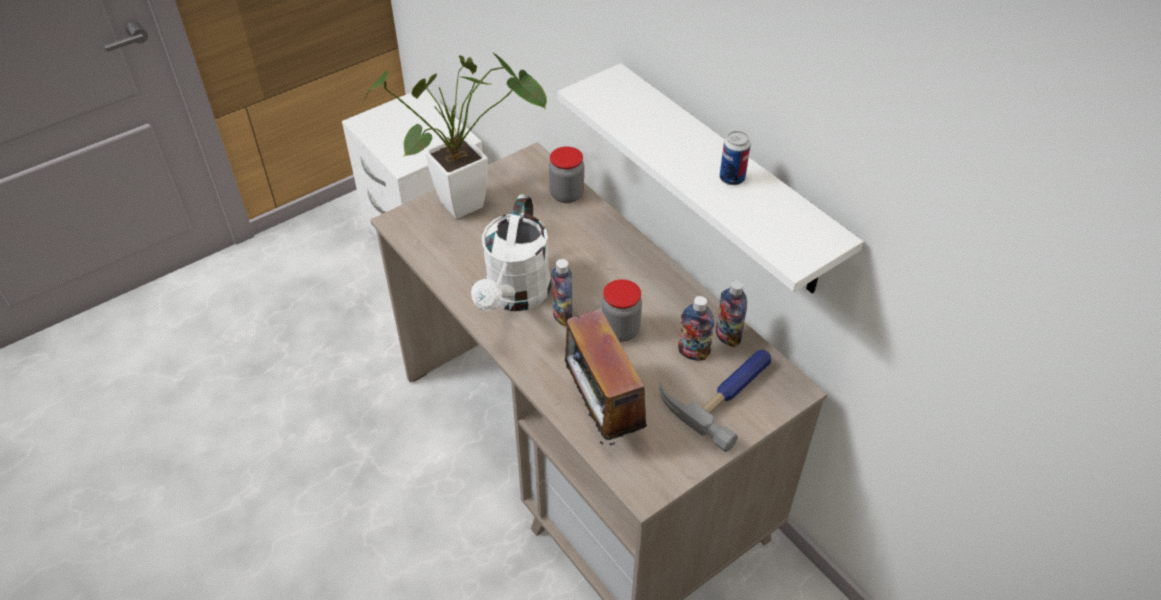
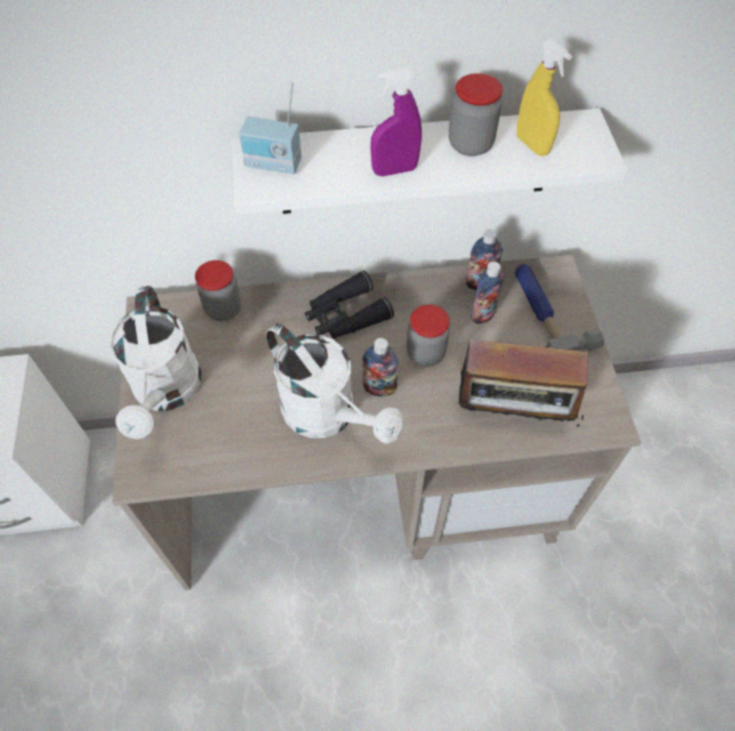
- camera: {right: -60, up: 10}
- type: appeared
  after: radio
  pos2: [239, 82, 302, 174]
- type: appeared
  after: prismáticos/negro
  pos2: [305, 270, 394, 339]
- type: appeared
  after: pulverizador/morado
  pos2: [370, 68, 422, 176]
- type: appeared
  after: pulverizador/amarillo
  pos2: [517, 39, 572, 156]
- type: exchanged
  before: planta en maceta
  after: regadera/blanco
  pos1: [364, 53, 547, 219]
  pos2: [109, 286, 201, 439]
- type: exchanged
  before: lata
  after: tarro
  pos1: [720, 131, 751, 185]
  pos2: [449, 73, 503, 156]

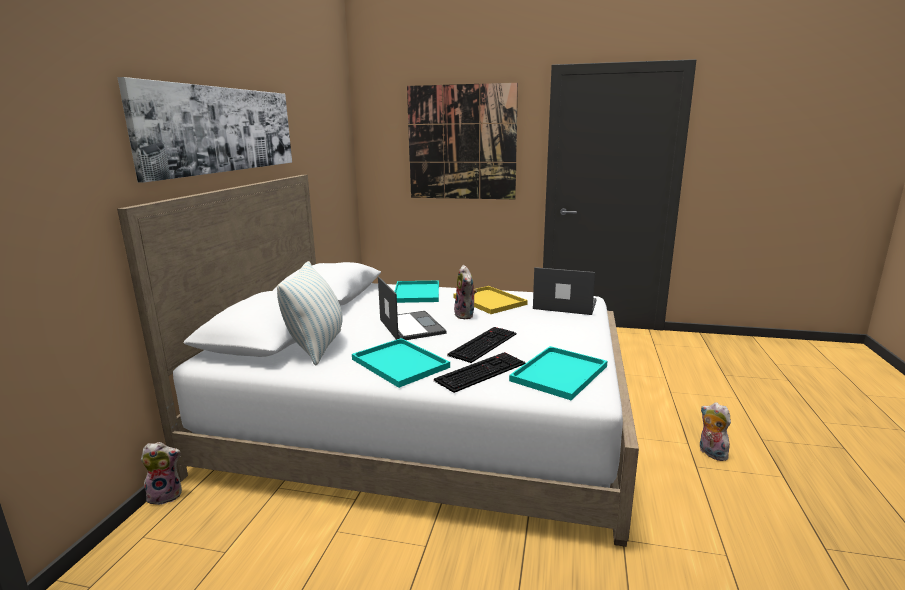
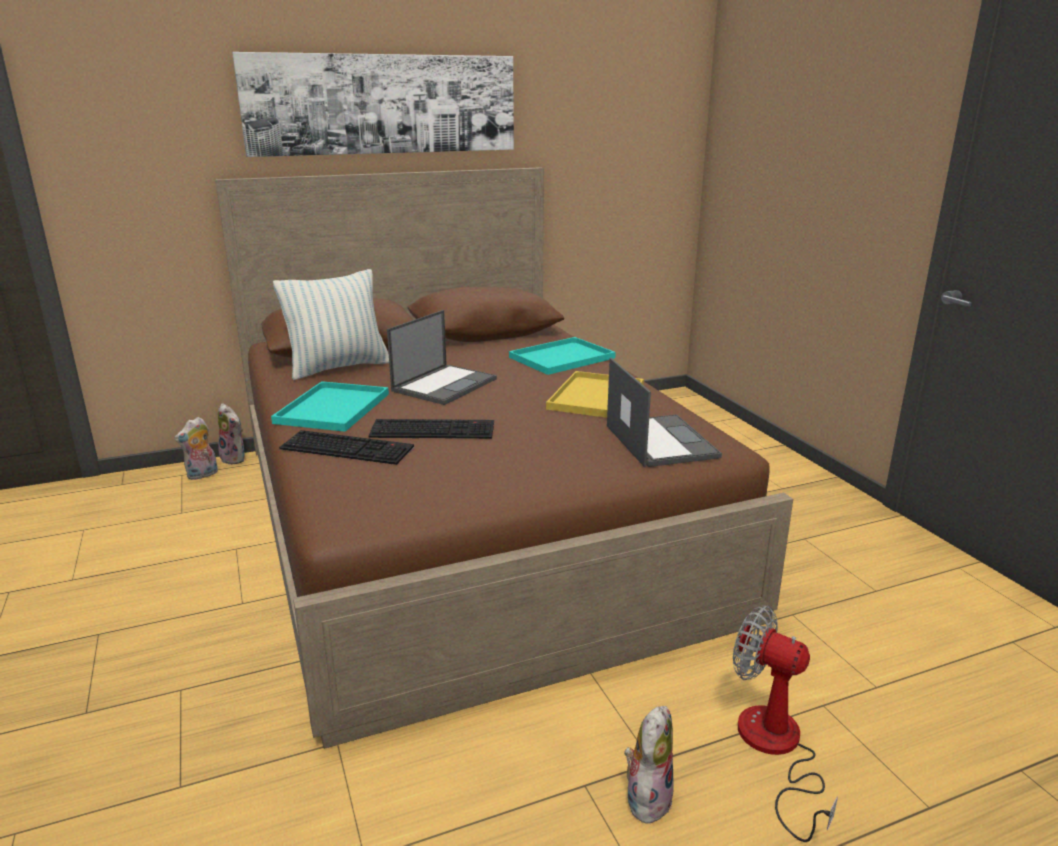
- camera: {right: 55, up: 5}
- type: missing
  before: cuadro
  pos1: [407, 83, 518, 199]
- type: missing
  before: bandeja/turquesa
  pos1: [509, 346, 607, 400]
- type: appeared
  after: ventilador
  pos2: [733, 605, 838, 842]
- type: relocated
  before: peluche
  pos1: [454, 265, 477, 319]
  pos2: [174, 417, 218, 480]
- type: colour
  before: cama/blanco
  after: cama/marrón
  pos1: [117, 175, 639, 547]
  pos2: [215, 167, 793, 749]

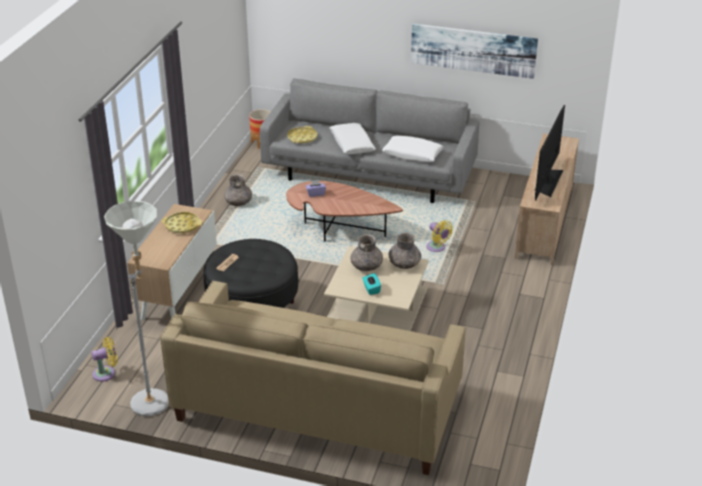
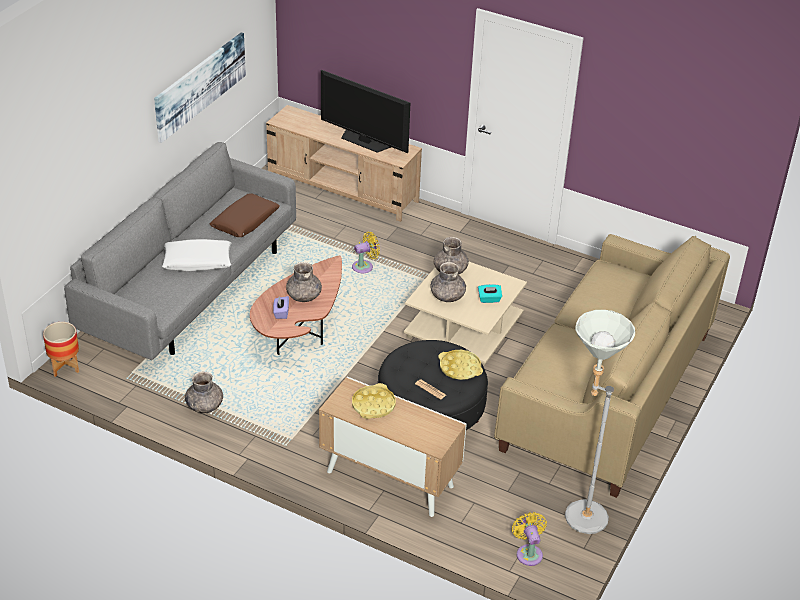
- camera: {right: -80, up: 5}
- type: appeared
  after: florero/gris
  pos2: [286, 262, 322, 302]
- type: relocated
  before: bandeja/amarillo
  pos1: [287, 126, 317, 143]
  pos2: [438, 350, 483, 380]
- type: colour
  before: cojín/blanco
  after: cojín/marrón
  pos1: [382, 136, 444, 162]
  pos2: [210, 193, 280, 237]

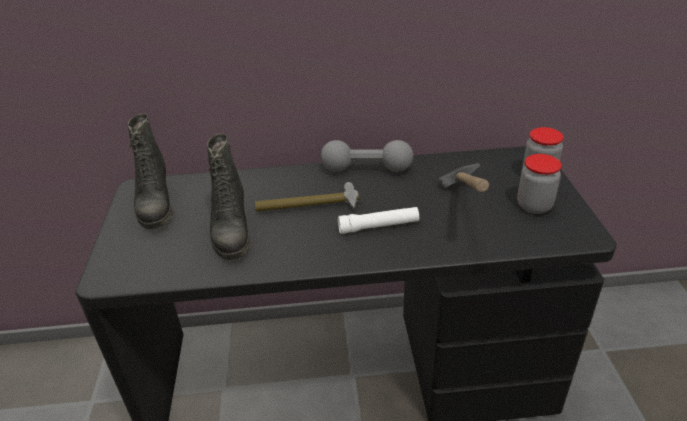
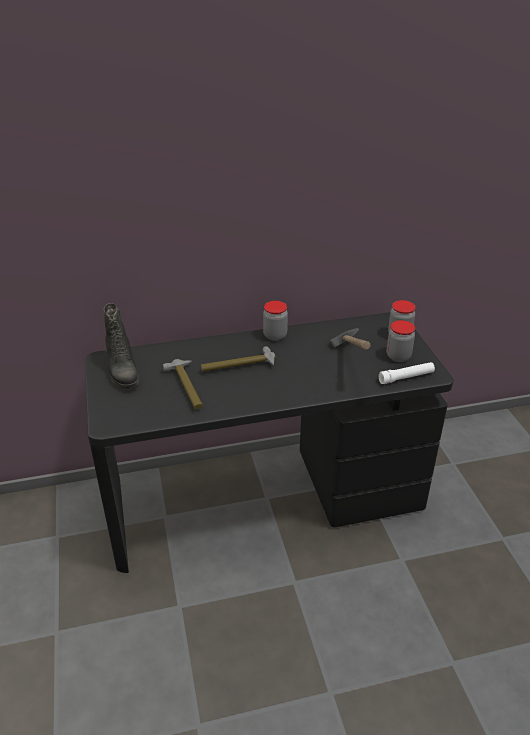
- camera: {right: -10, up: 0}
- type: relocated
  before: linterna/blanco
  pos1: [338, 207, 419, 234]
  pos2: [378, 362, 435, 384]
- type: exchanged
  before: bota/negro
  after: martillo
  pos1: [207, 133, 250, 260]
  pos2: [163, 359, 203, 409]
- type: exchanged
  before: mancuerna/gris
  after: tarro
  pos1: [321, 140, 413, 172]
  pos2: [263, 301, 288, 341]

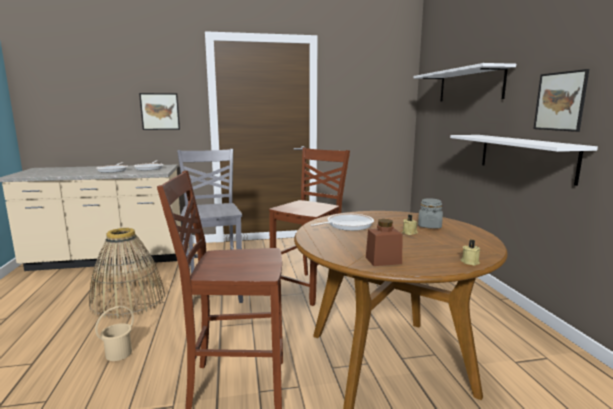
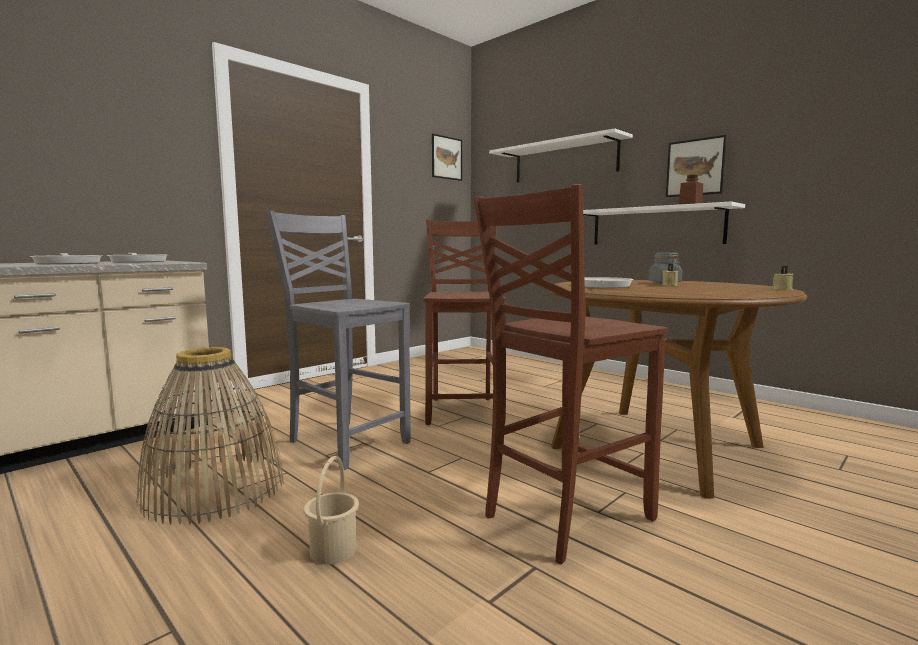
- camera: {right: -35, up: -5}
- type: relocated
  before: cuadro
  pos1: [139, 93, 180, 130]
  pos2: [432, 134, 462, 181]
- type: relocated
  before: tarro/marrón
  pos1: [366, 219, 402, 266]
  pos2: [679, 175, 703, 204]

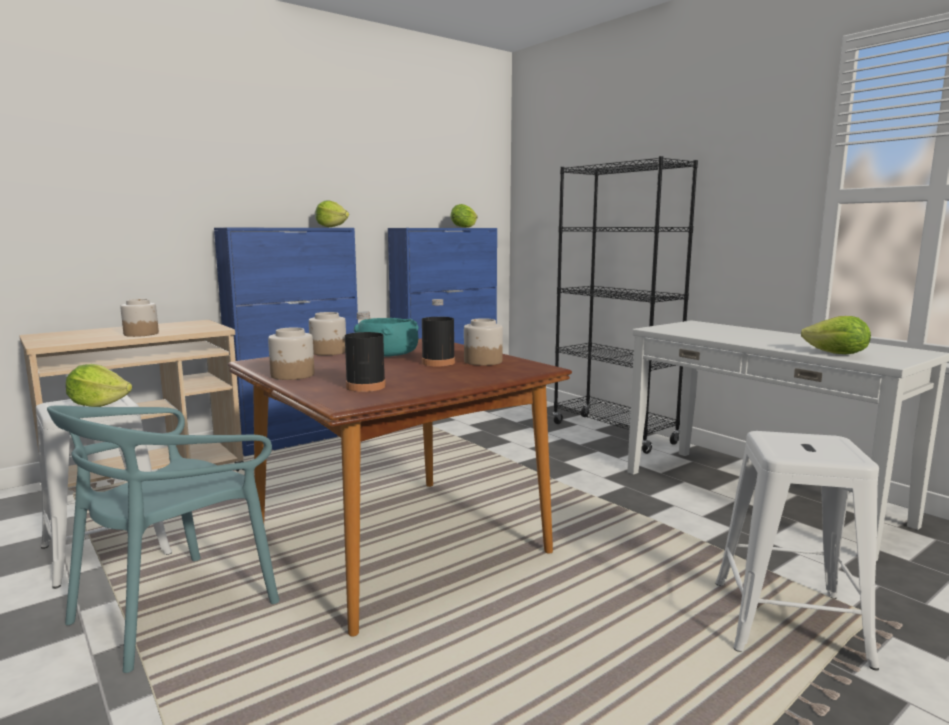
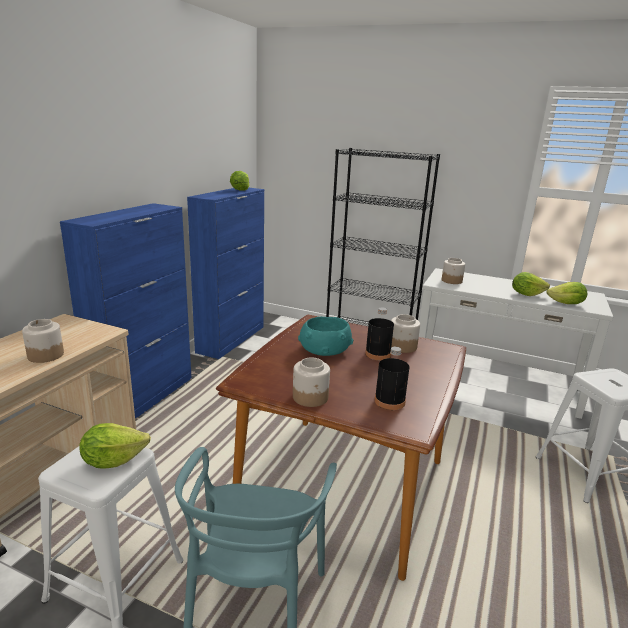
- camera: {right: -30, up: 10}
- type: relocated
  before: tarro
  pos1: [309, 312, 346, 355]
  pos2: [442, 258, 465, 284]
- type: relocated
  before: lechuga
  pos1: [315, 200, 349, 227]
  pos2: [512, 272, 550, 296]

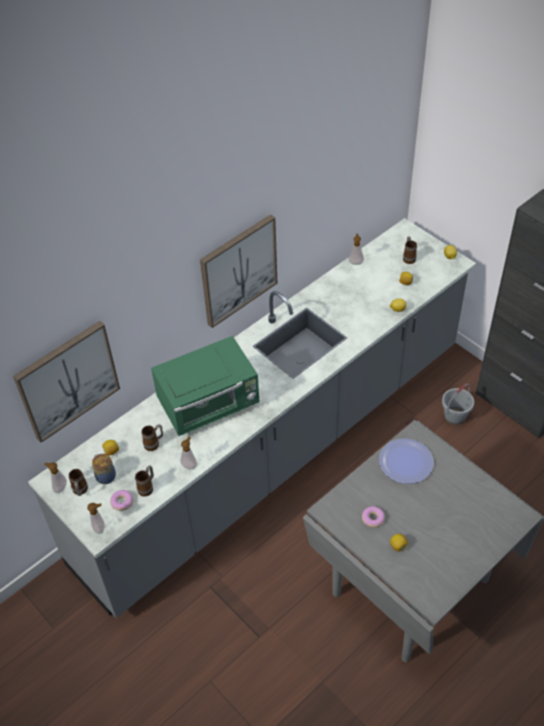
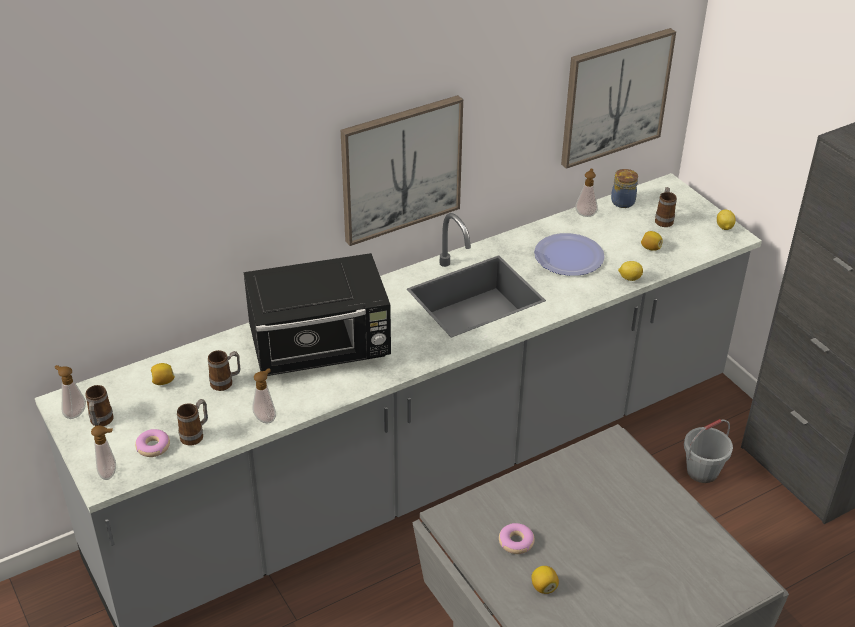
- camera: {right: 10, up: -10}
- type: relocated
  before: cuadro
  pos1: [13, 321, 120, 443]
  pos2: [561, 28, 676, 169]
- type: relocated
  before: tarro
  pos1: [92, 454, 116, 484]
  pos2: [611, 169, 638, 208]
- type: relocated
  before: plato
  pos1: [379, 439, 434, 484]
  pos2: [534, 233, 605, 276]
- type: colour
  before: microondas/verde
  after: microondas/negro
  pos1: [151, 336, 259, 436]
  pos2: [244, 253, 391, 376]

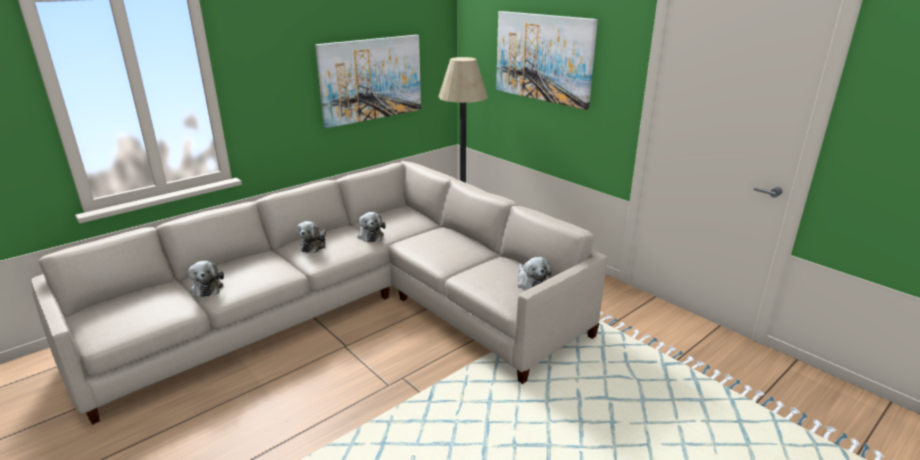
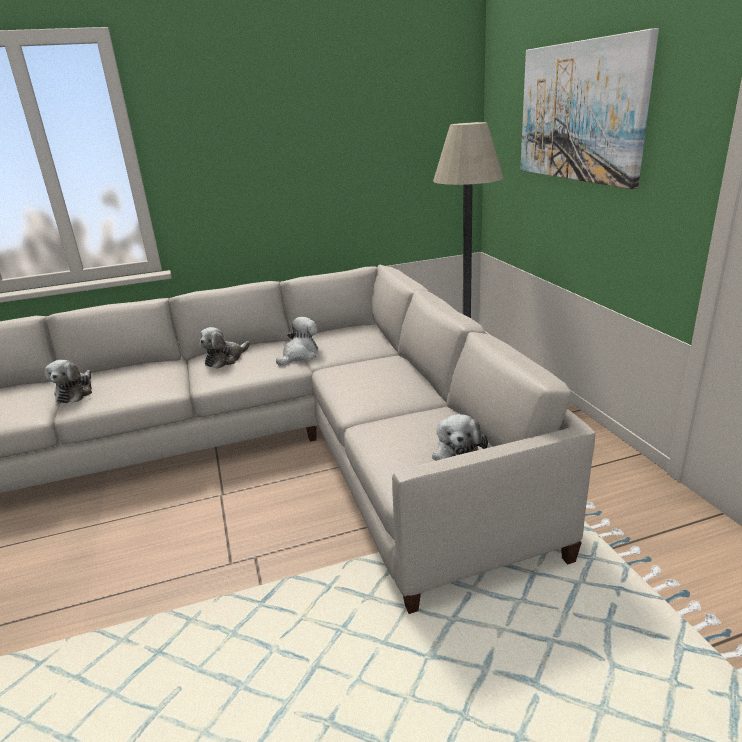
- camera: {right: 25, up: 0}
- type: missing
  before: cuadro
  pos1: [315, 35, 421, 128]
- type: spun
  before: peluche
  pos1: [357, 212, 386, 243]
  pos2: [276, 317, 318, 366]
  turn: -150

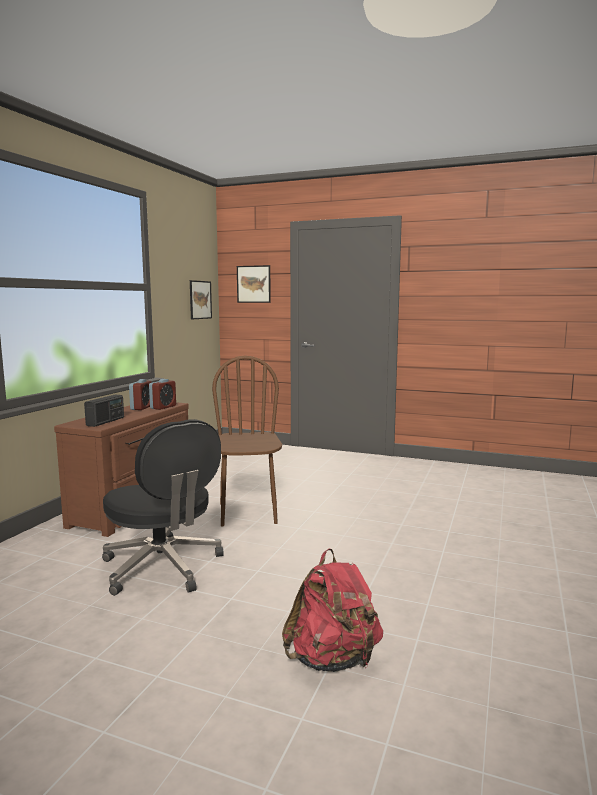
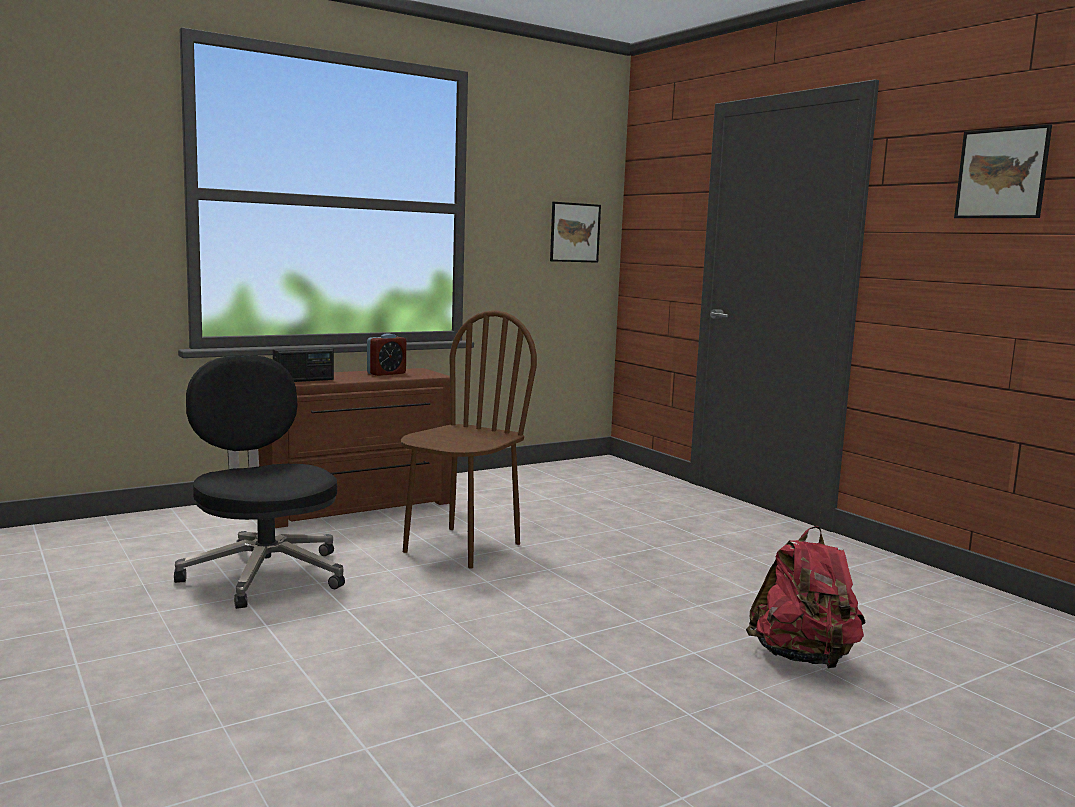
- camera: {right: 35, up: 0}
- type: missing
  before: despertador
  pos1: [149, 379, 176, 410]
- type: relocated
  before: cuadro
  pos1: [237, 265, 271, 303]
  pos2: [954, 124, 1052, 218]
- type: relocated
  before: mochila/rojo
  pos1: [282, 548, 383, 672]
  pos2: [746, 526, 866, 668]
- type: spun
  before: silla de oficina/negro
  pos1: [102, 419, 224, 596]
  pos2: [174, 355, 345, 609]
  turn: 150

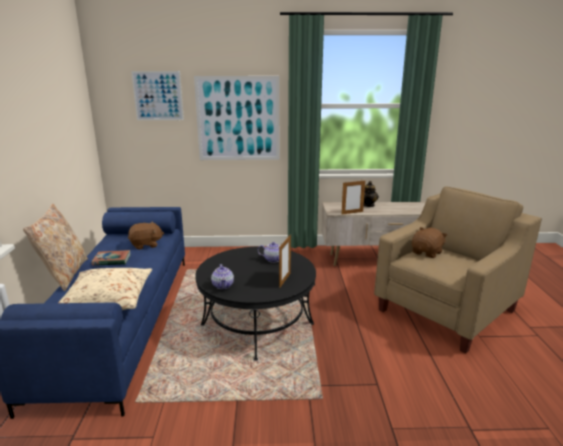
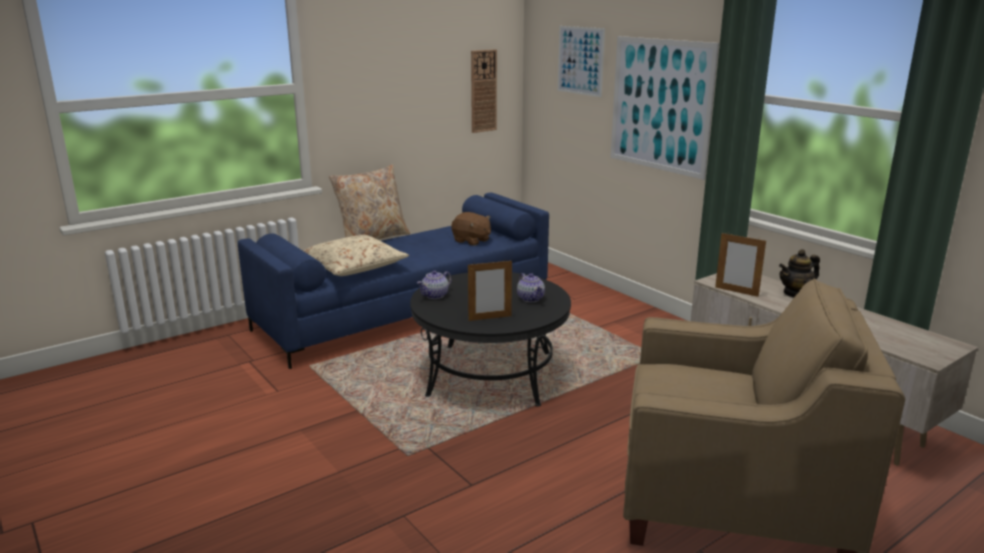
- camera: {right: 55, up: 0}
- type: missing
  before: libro
  pos1: [92, 250, 131, 266]
- type: missing
  before: peluche/marrón
  pos1: [412, 227, 448, 258]
- type: appeared
  after: reloj de pared
  pos2: [471, 49, 497, 133]

